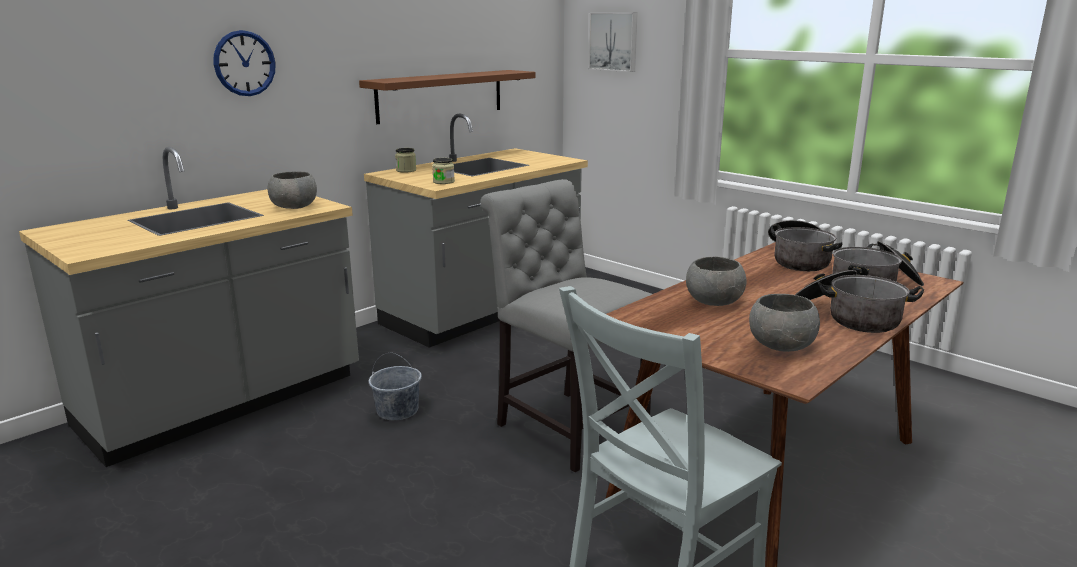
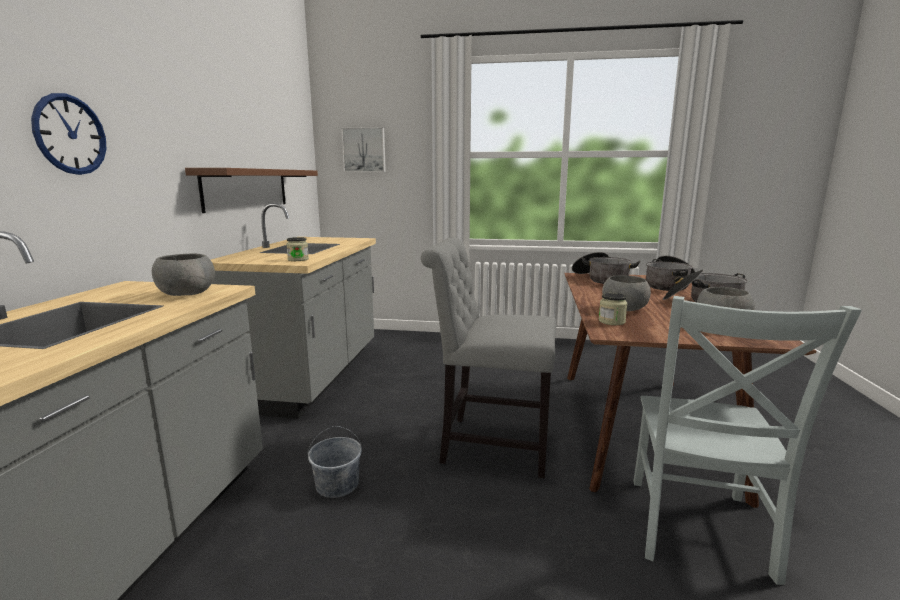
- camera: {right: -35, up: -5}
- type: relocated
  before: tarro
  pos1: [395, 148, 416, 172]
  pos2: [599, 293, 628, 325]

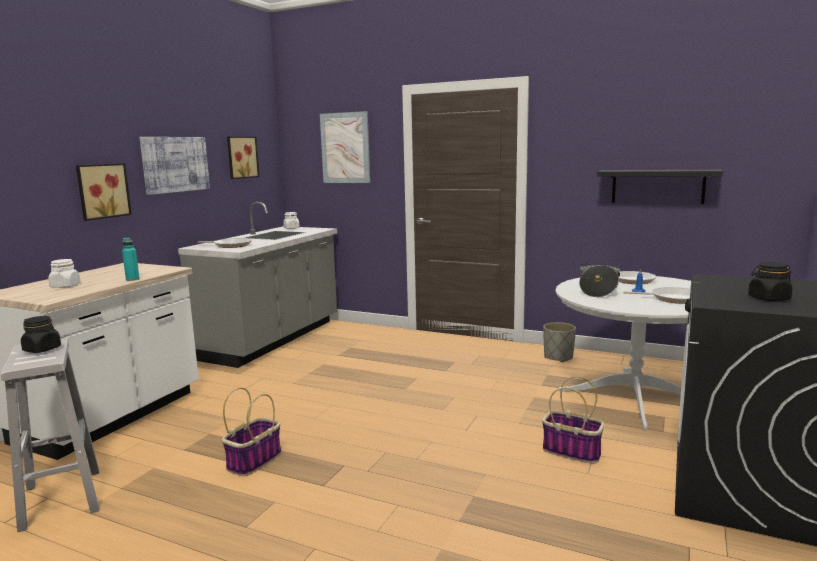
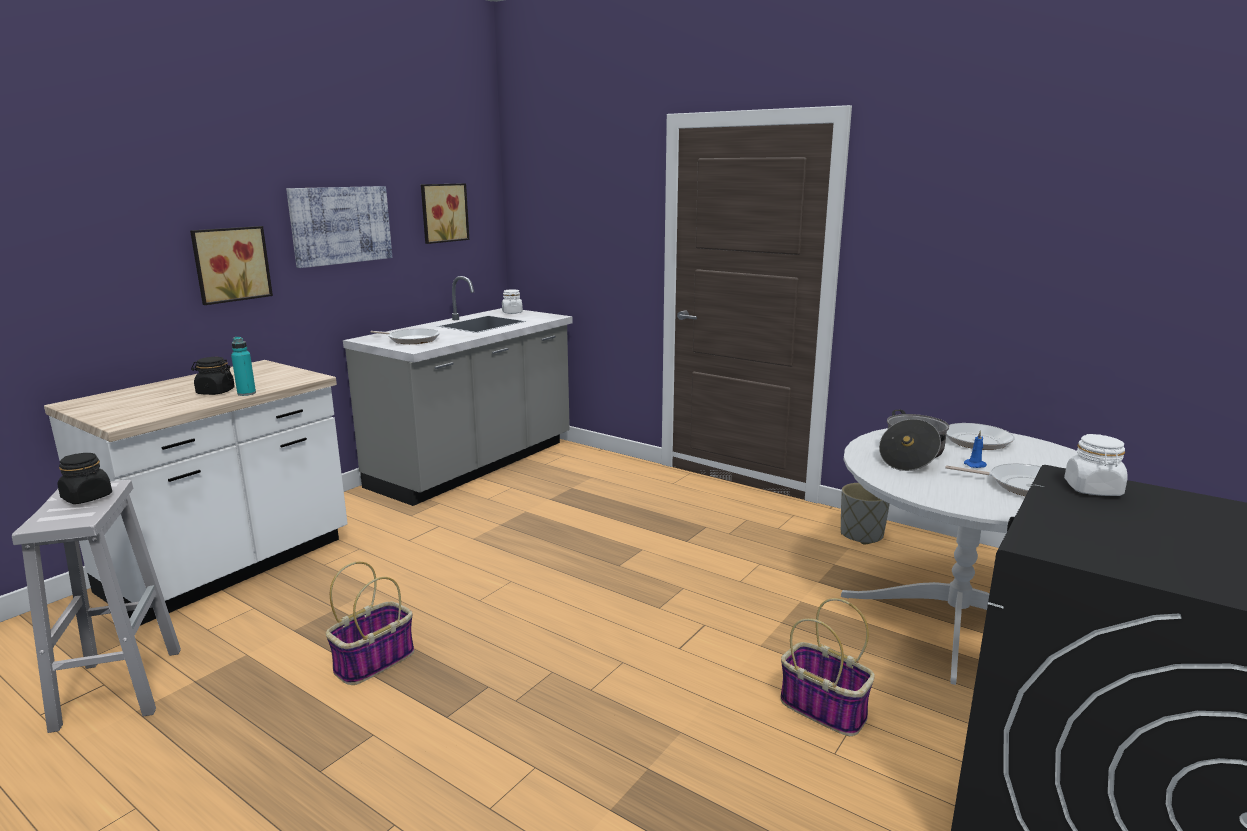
- camera: {right: 10, up: 5}
- type: missing
  before: cuadro
  pos1: [320, 111, 370, 183]
- type: missing
  before: estante/negro
  pos1: [597, 170, 723, 204]
- type: relocated
  before: tarro/blanco
  pos1: [48, 259, 81, 288]
  pos2: [1064, 434, 1128, 496]
- type: relocated
  before: tarro/negro
  pos1: [748, 262, 793, 301]
  pos2: [191, 357, 235, 395]

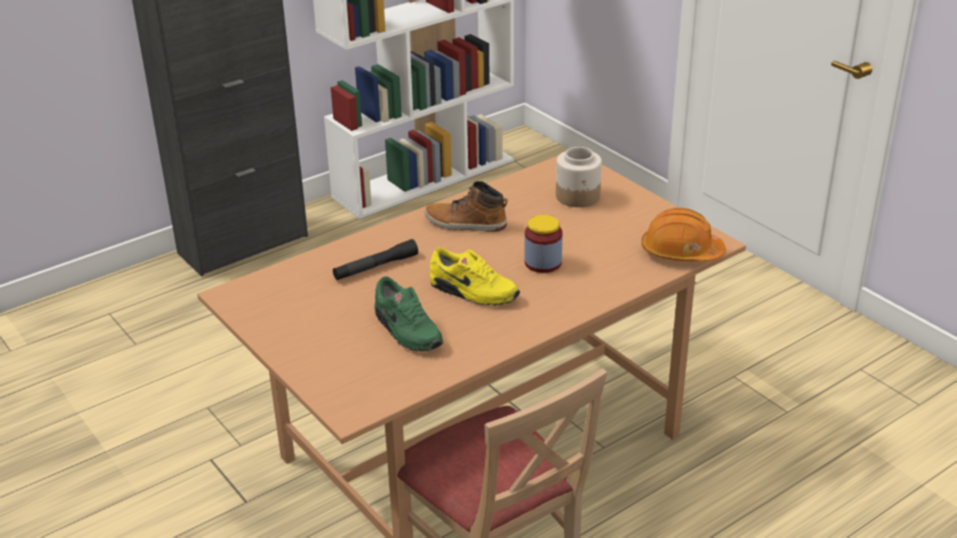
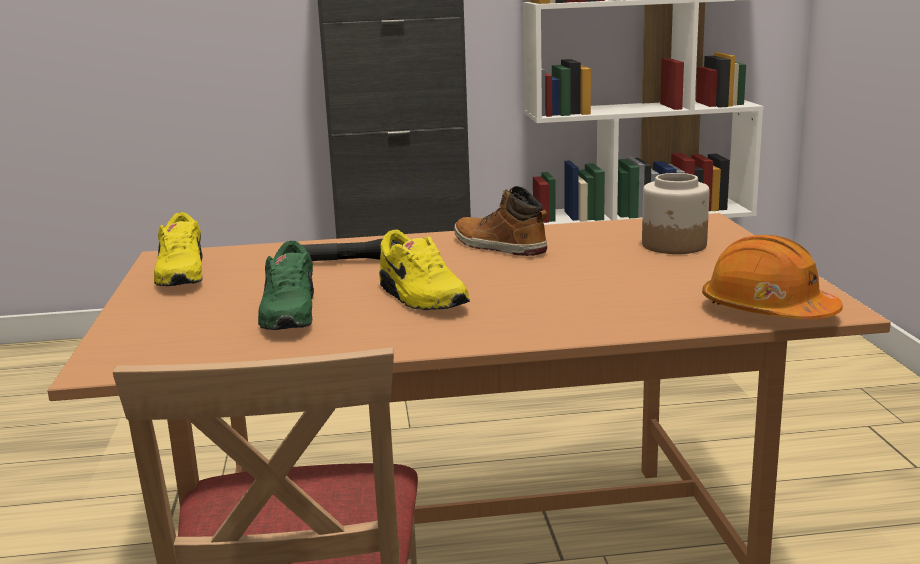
- camera: {right: 30, up: -15}
- type: missing
  before: tarro
  pos1: [524, 215, 563, 273]
- type: appeared
  after: zapato/amarillo
  pos2: [154, 212, 202, 286]

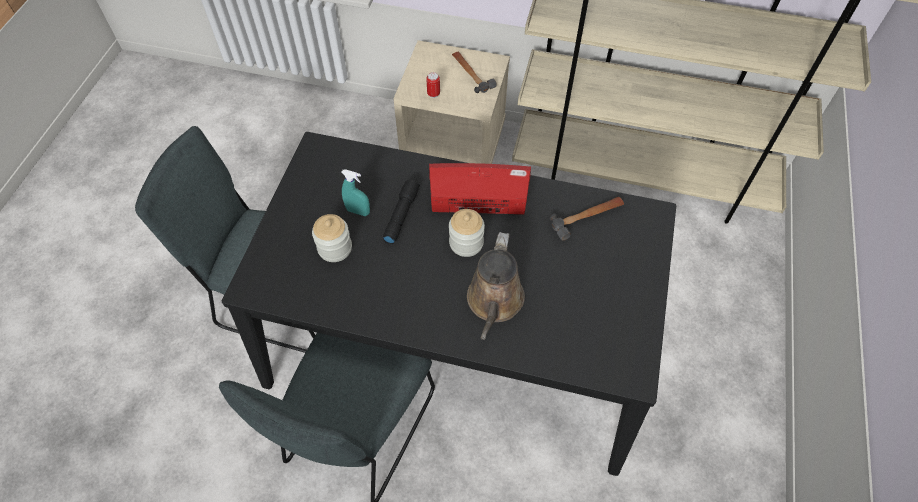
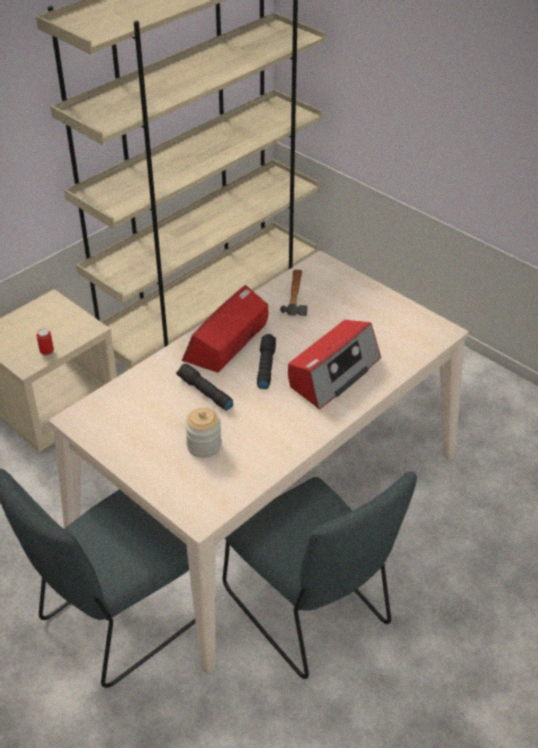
- camera: {right: -60, up: -15}
- type: missing
  before: pulverizador/turquesa
  pos1: [341, 169, 370, 216]
- type: missing
  before: martillo
  pos1: [452, 52, 497, 93]
- type: exchanged
  before: tarro
  after: linterna/negro
  pos1: [449, 209, 485, 257]
  pos2: [257, 334, 276, 389]
- type: exchanged
  before: regadera/marrón
  after: radio
  pos1: [467, 232, 525, 340]
  pos2: [288, 320, 381, 409]
- type: colour
  before: mesa de comedor/negro
  after: mesa de comedor/beis
  pos1: [222, 132, 676, 476]
  pos2: [49, 251, 468, 674]

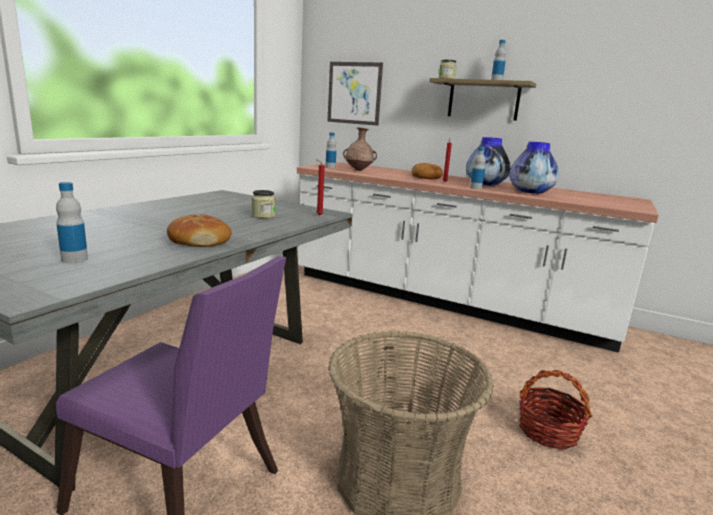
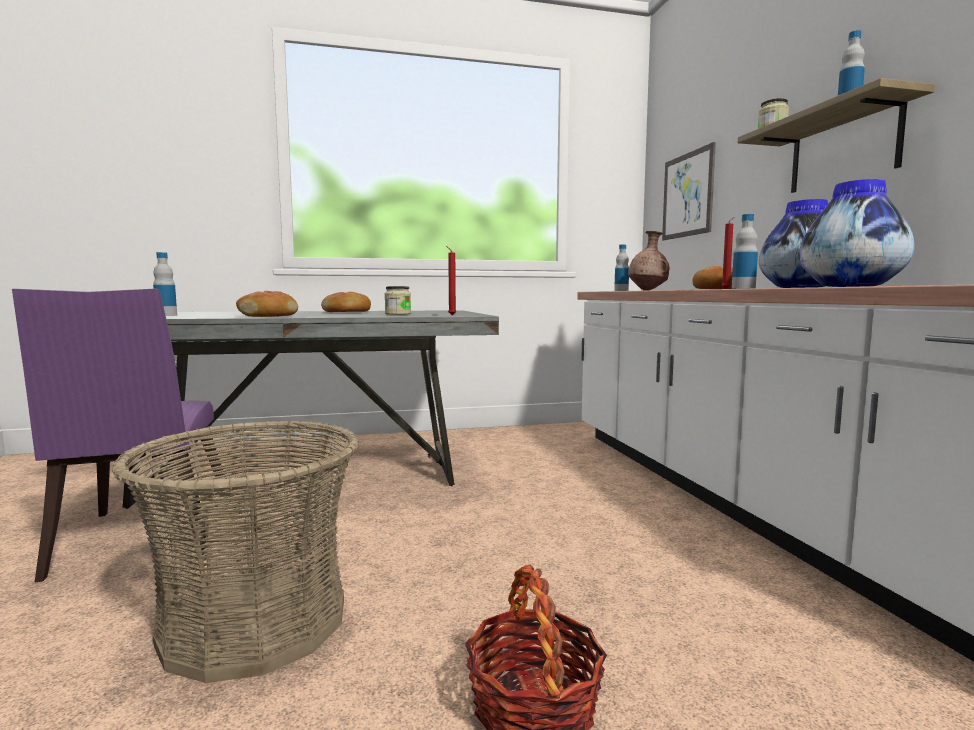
- camera: {right: 50, up: -10}
- type: appeared
  after: pan
  pos2: [321, 292, 371, 312]

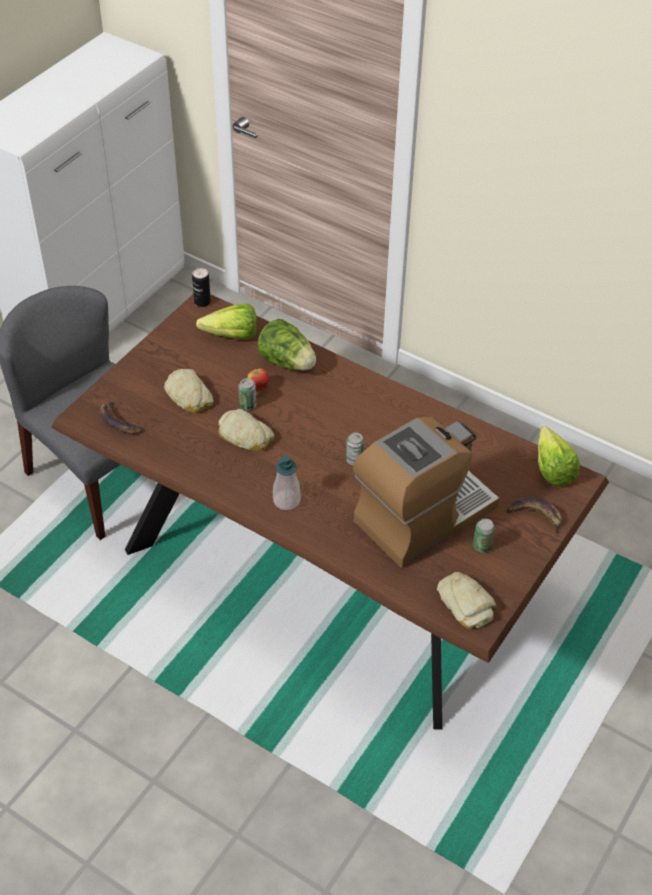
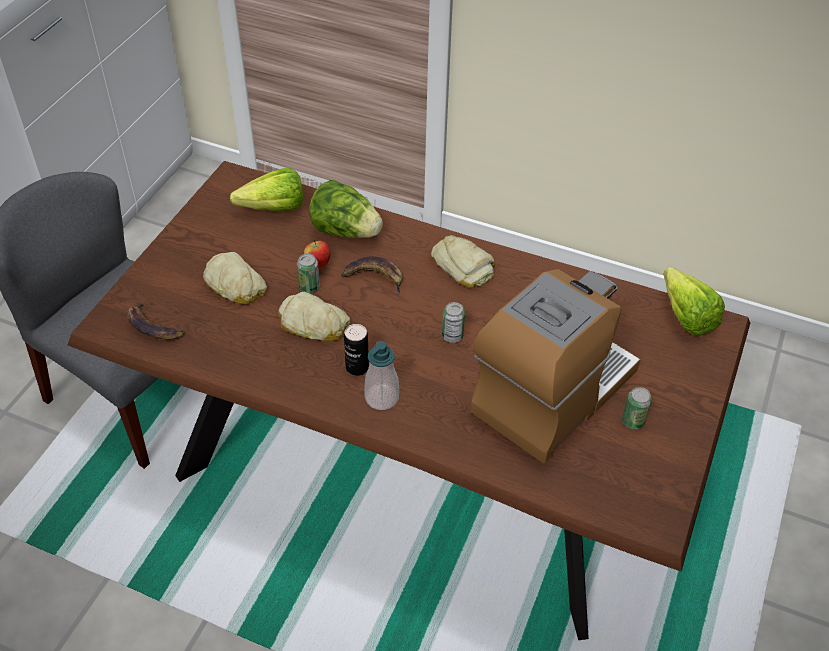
- camera: {right: -10, up: 0}
- type: relocated
  before: lata
  pos1: [192, 268, 211, 307]
  pos2: [344, 324, 369, 376]
- type: relocated
  before: pan
  pos1: [437, 572, 496, 629]
  pos2: [431, 235, 495, 288]
- type: relocated
  before: plátano
  pos1: [506, 497, 562, 537]
  pos2: [341, 256, 403, 296]

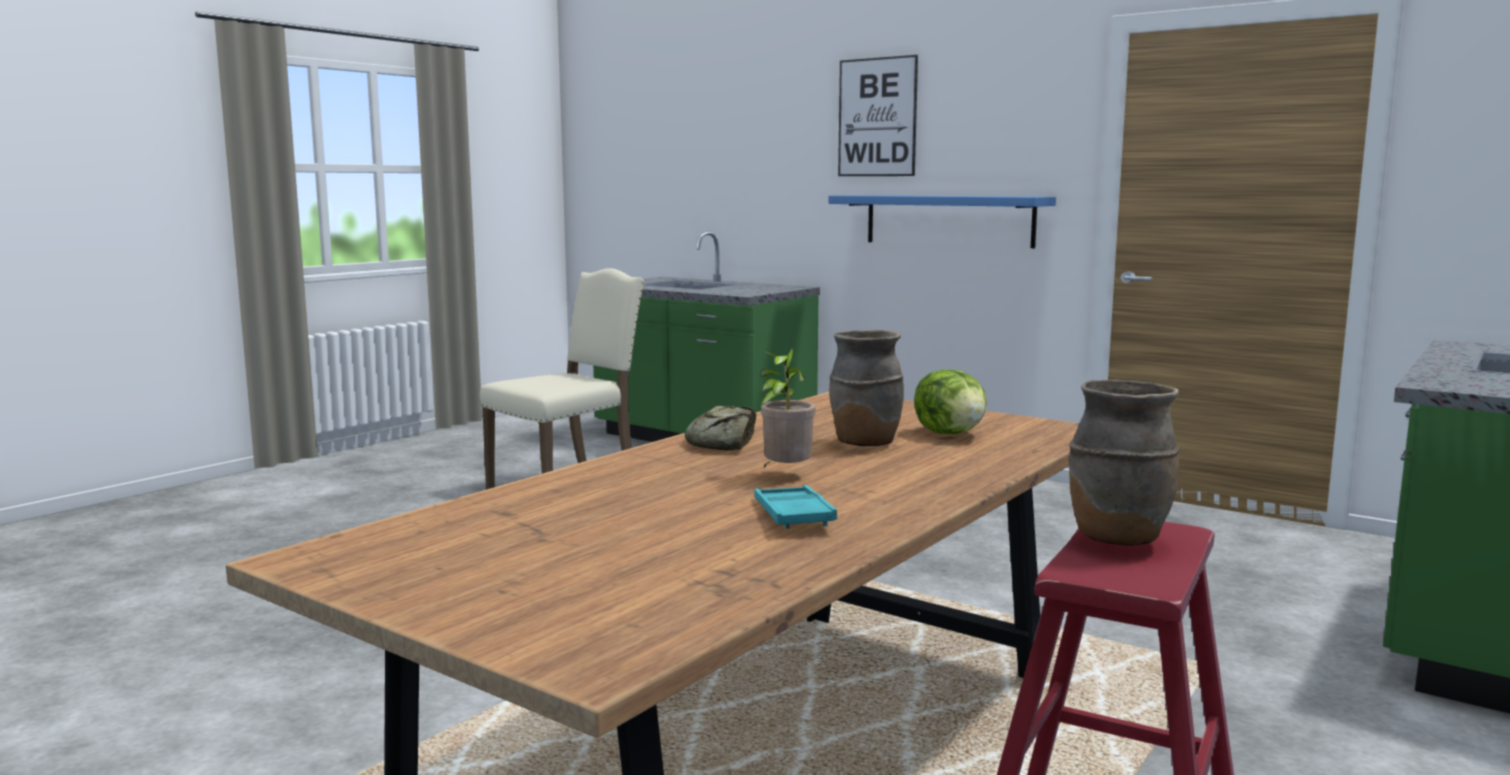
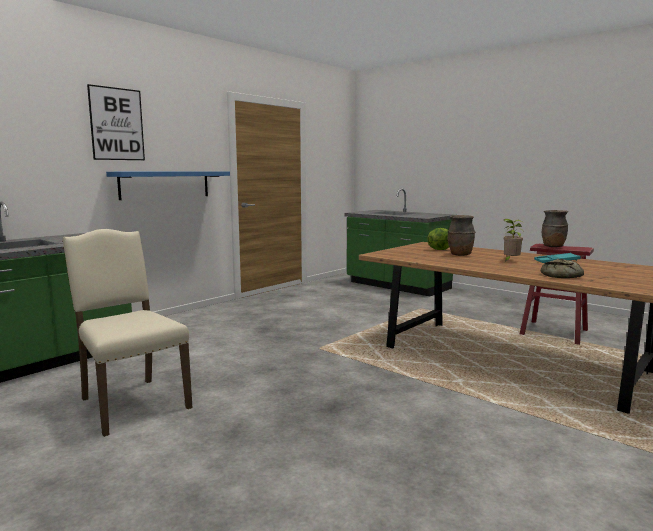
- camera: {right: -85, up: 0}
- type: relocated
  before: pan
  pos1: [685, 406, 756, 451]
  pos2: [541, 258, 584, 278]

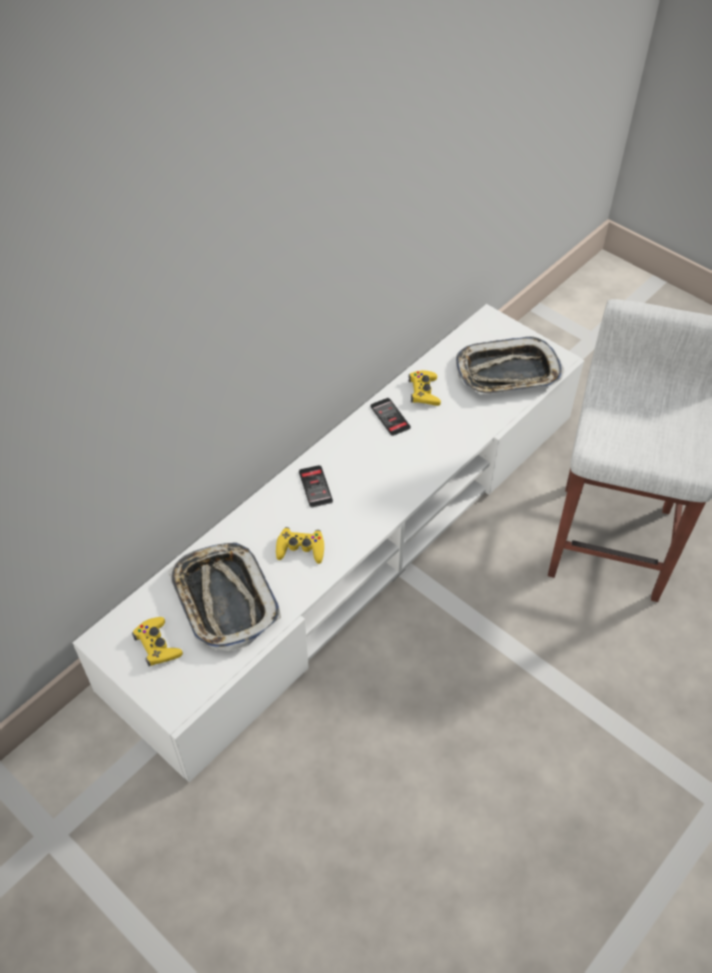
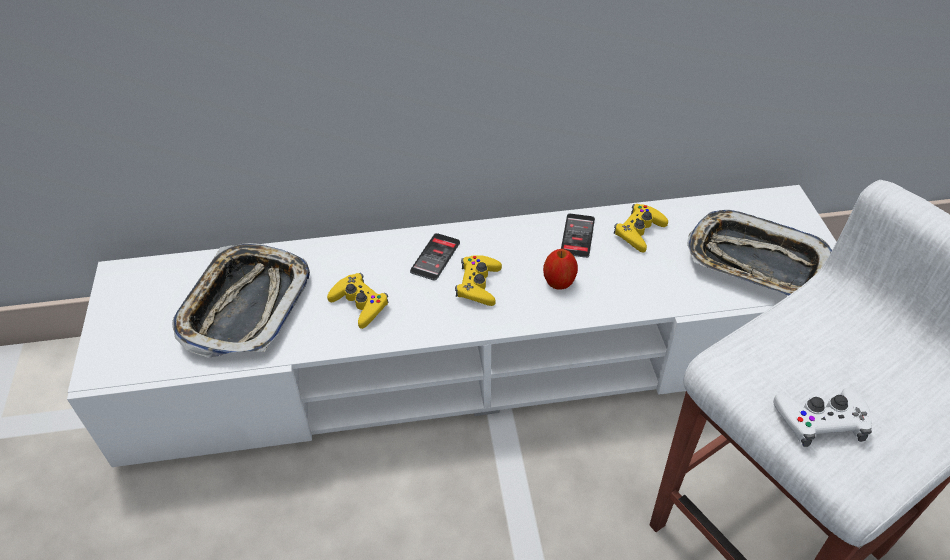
- camera: {right: 40, up: -5}
- type: appeared
  after: manzana
  pos2: [543, 249, 578, 290]
- type: appeared
  after: mando de consola/blanco
  pos2: [773, 388, 872, 447]
- type: relocated
  before: mando de consola/amarillo
  pos1: [132, 617, 183, 666]
  pos2: [455, 255, 502, 306]

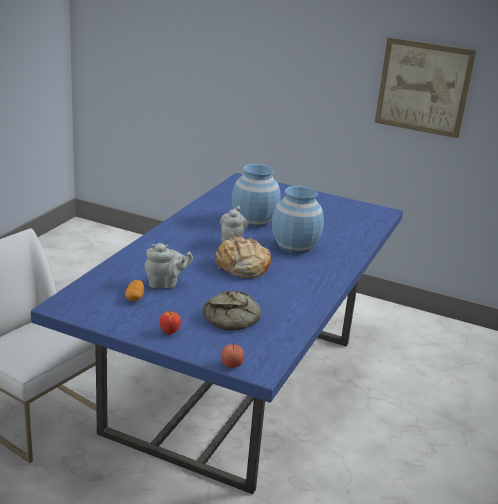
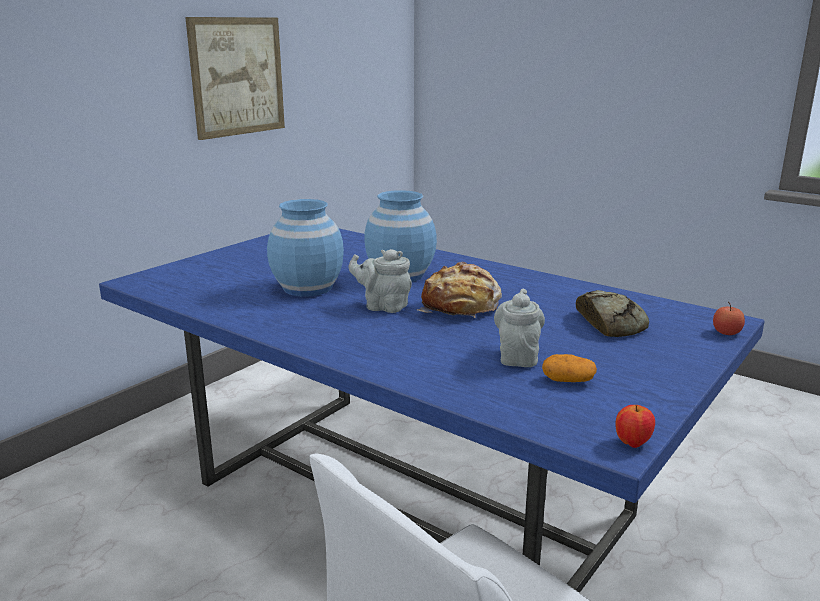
- camera: {right: -75, up: -5}
- type: relocated
  before: manzana
  pos1: [160, 311, 181, 335]
  pos2: [616, 405, 655, 448]

